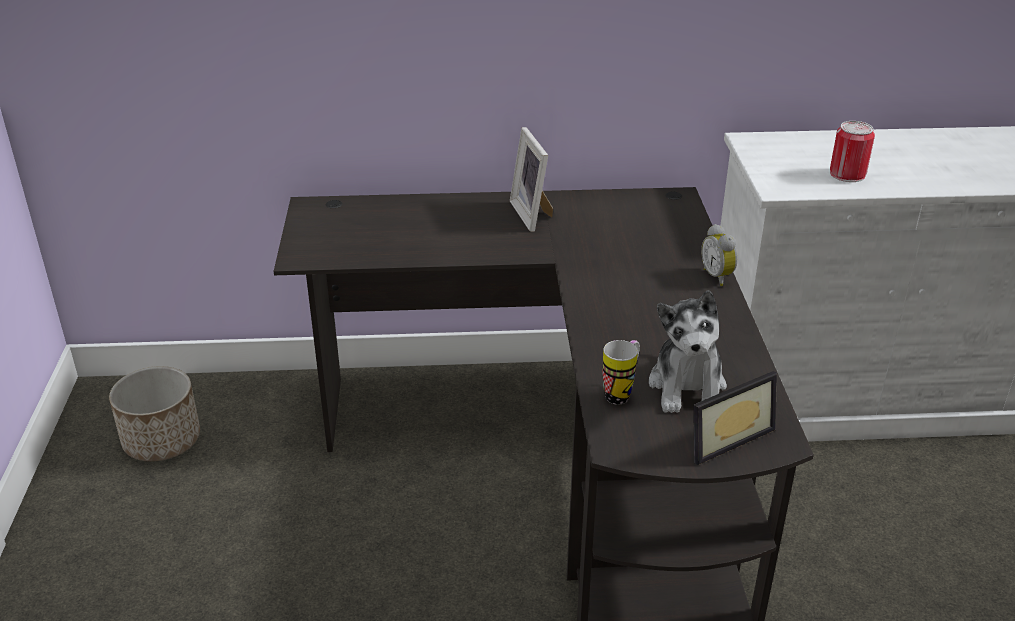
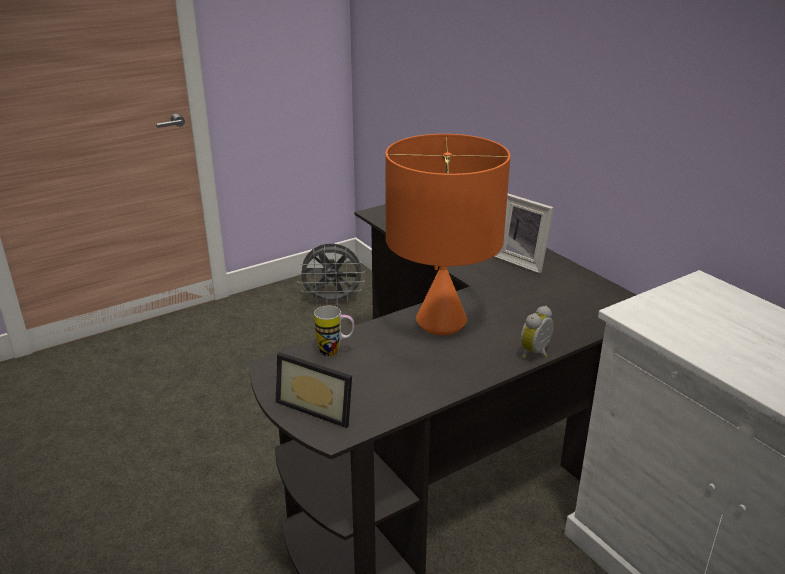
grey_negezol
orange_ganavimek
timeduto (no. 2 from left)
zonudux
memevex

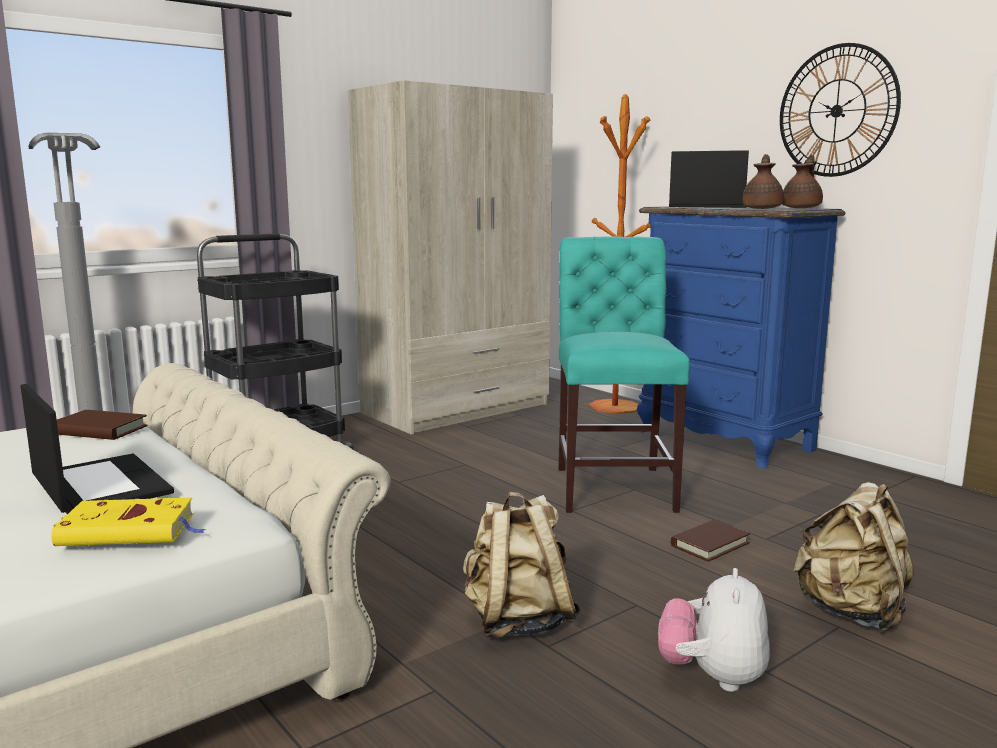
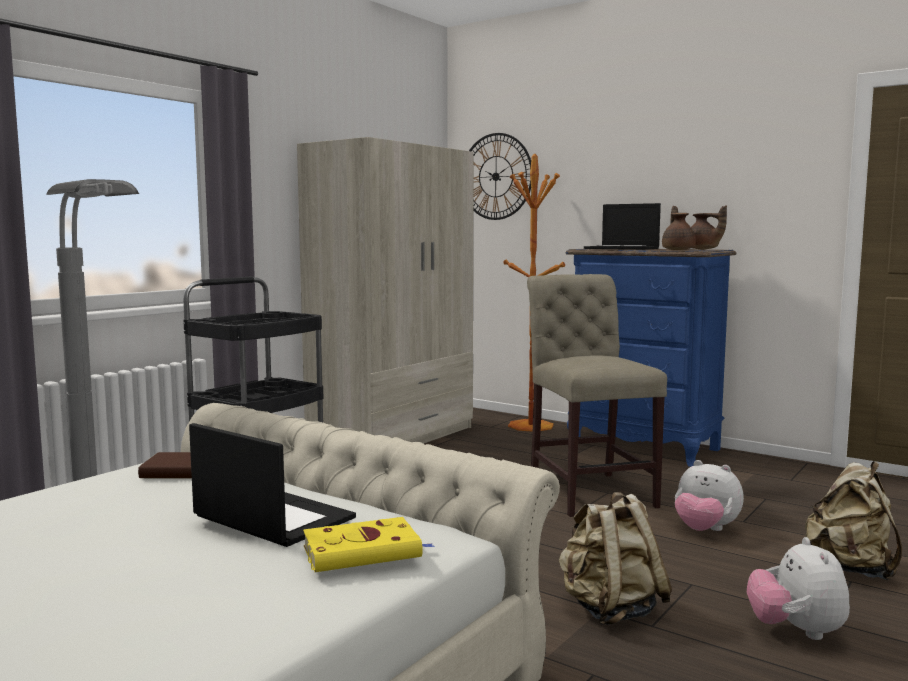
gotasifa
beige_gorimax
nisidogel (no. 2 from left)
zonudux (no. 1 from left)
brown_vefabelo (no. 2 from left)

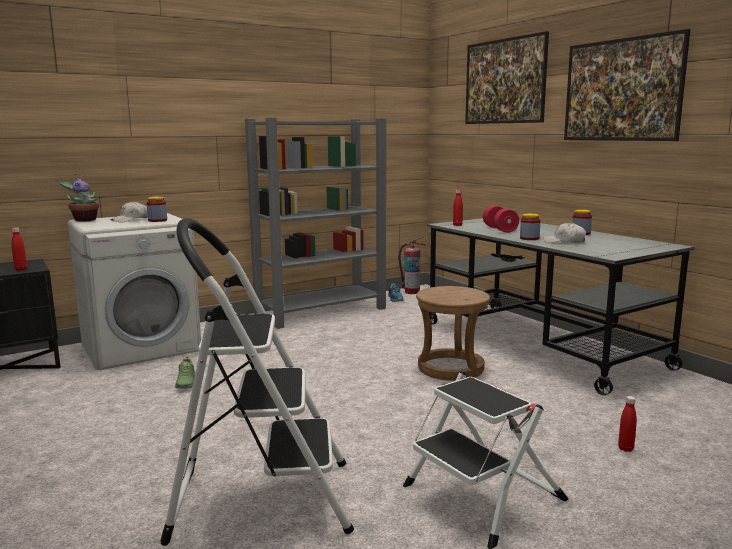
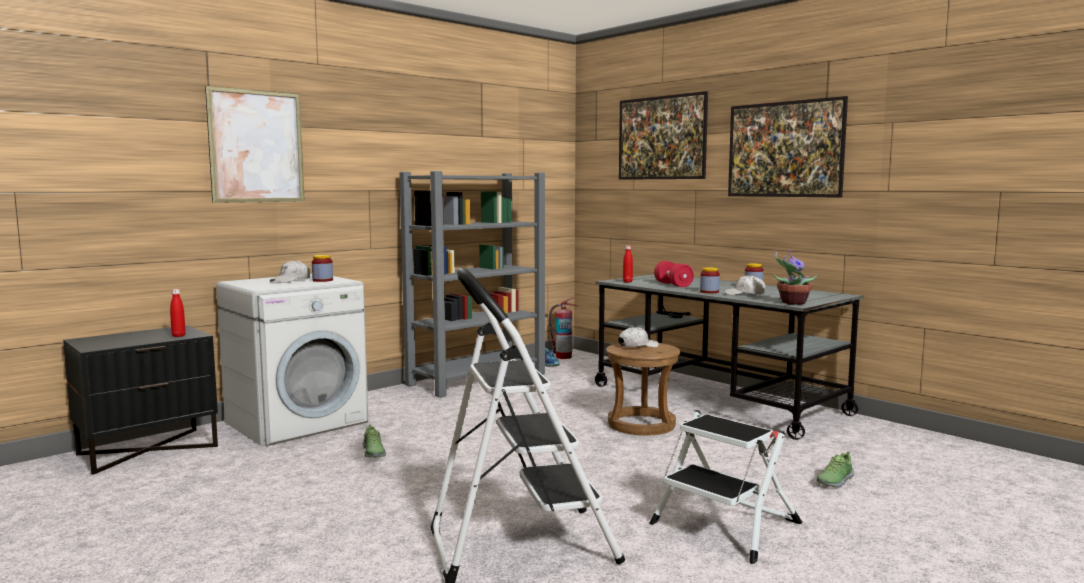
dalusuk (no. 1 from left)
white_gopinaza (no. 2 from left)
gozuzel
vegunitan (no. 3 from left)

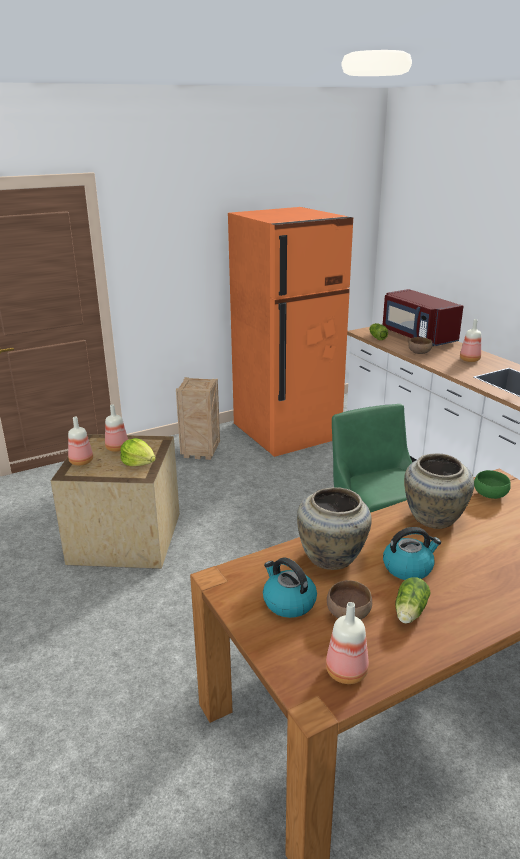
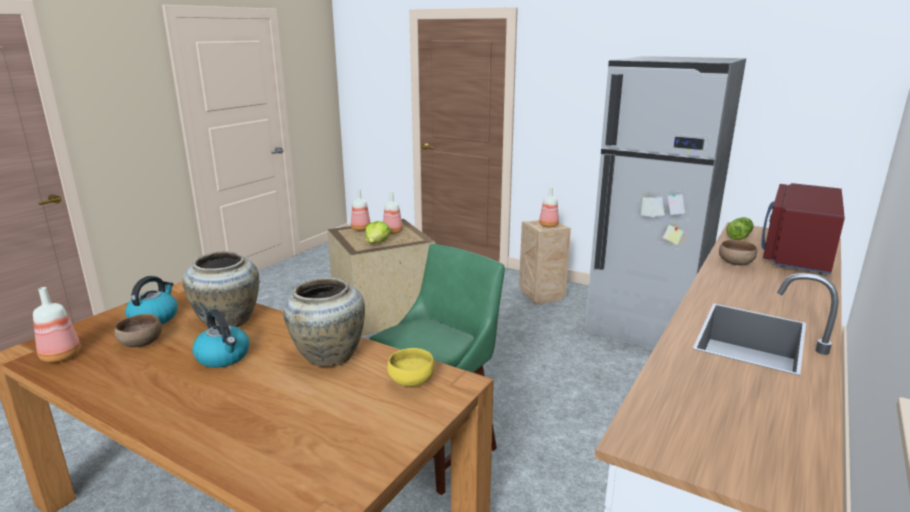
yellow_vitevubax
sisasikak (no. 4 from left)
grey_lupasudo
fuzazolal (no. 3 from left in the first image)

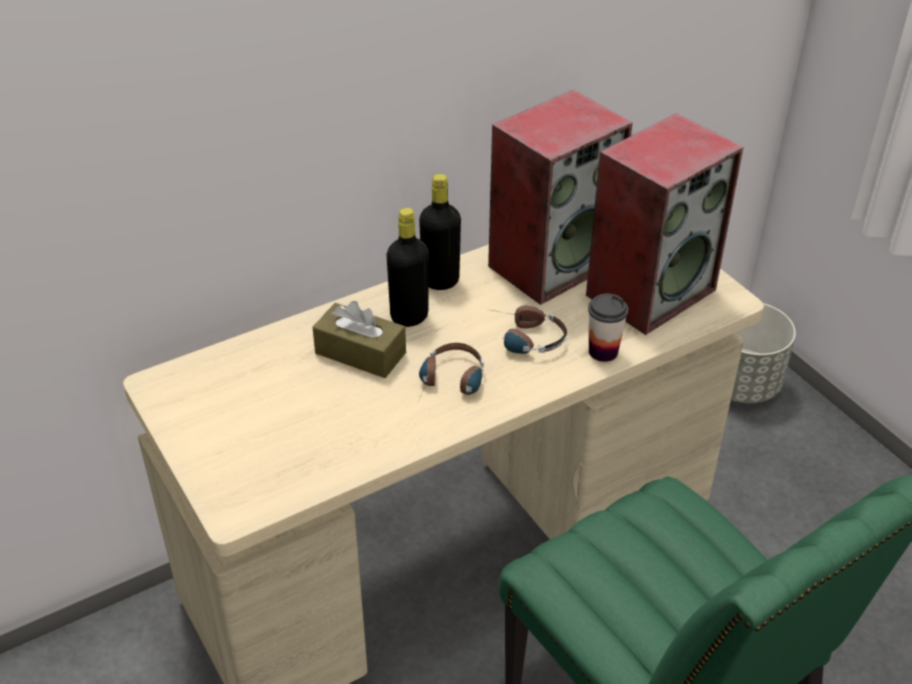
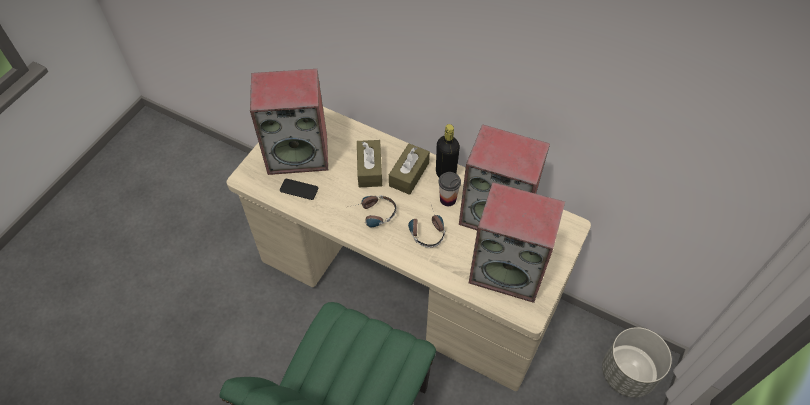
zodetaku (no. 1 from left)
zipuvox
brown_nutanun (no. 2 from left)
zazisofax

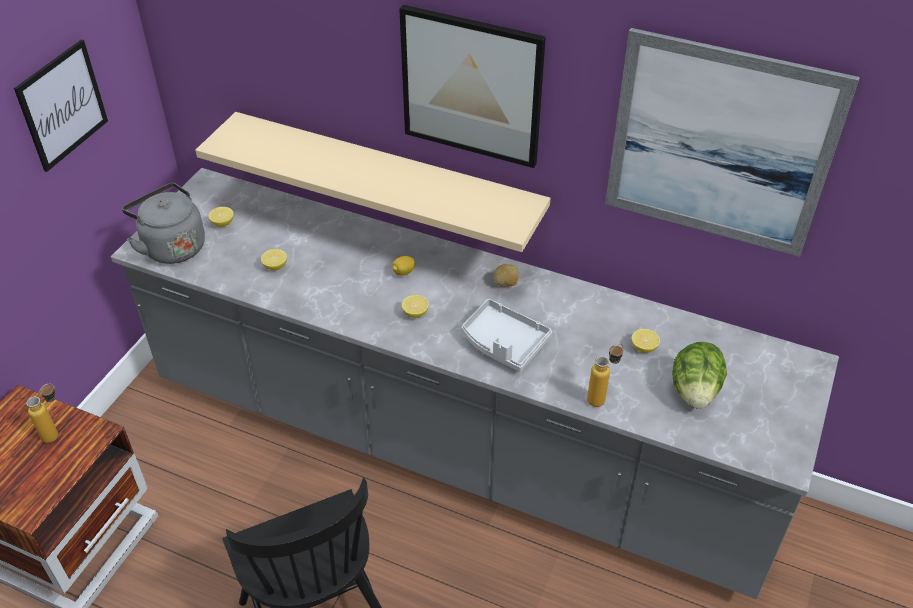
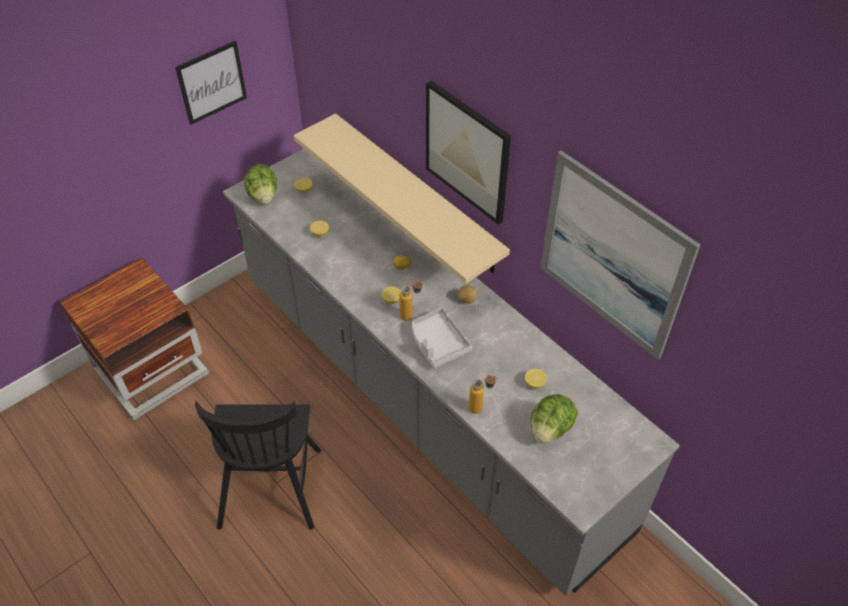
fuzazolal (no. 1 from left)
sisasikak (no. 1 from left)

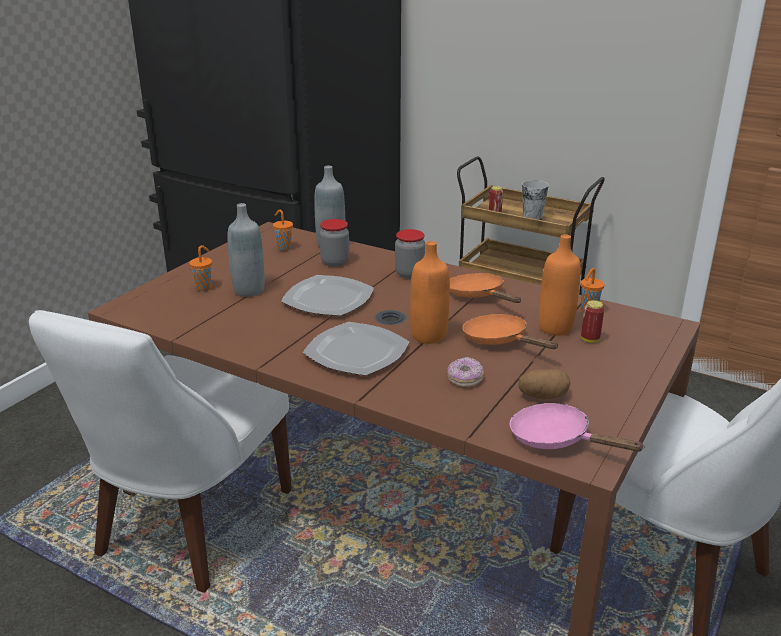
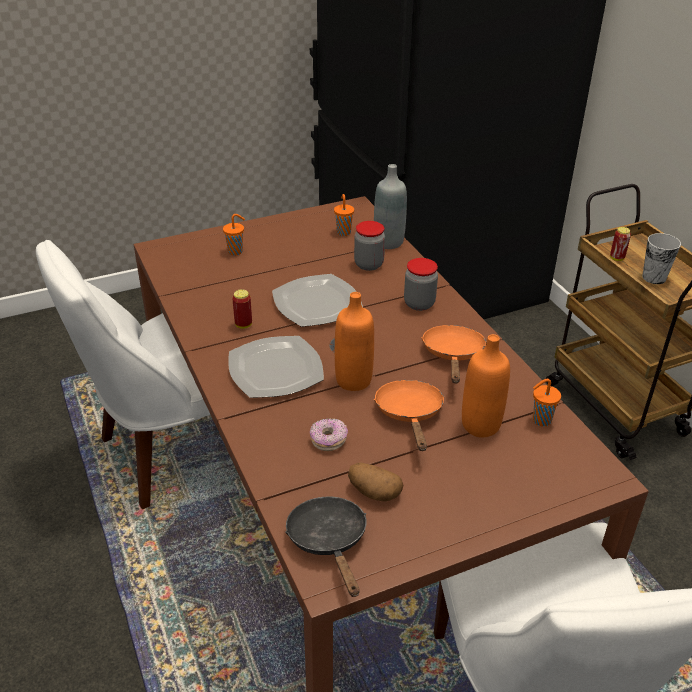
memevex (no. 1 from left)
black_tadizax
grey_sisasikak (no. 1 from left in the first image)

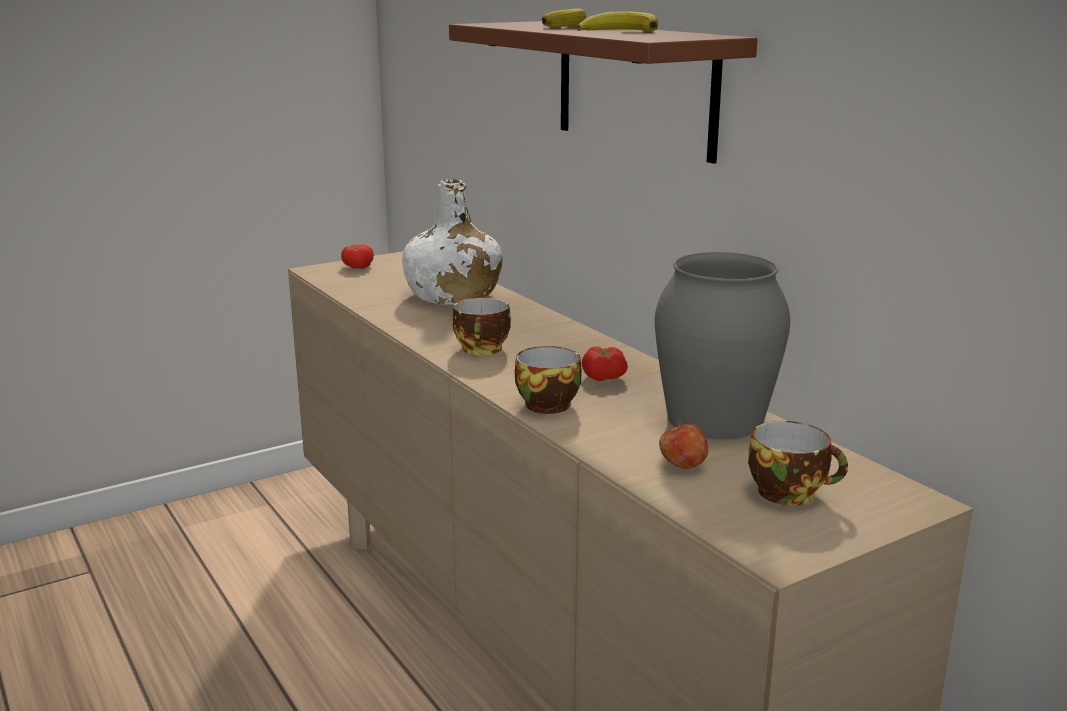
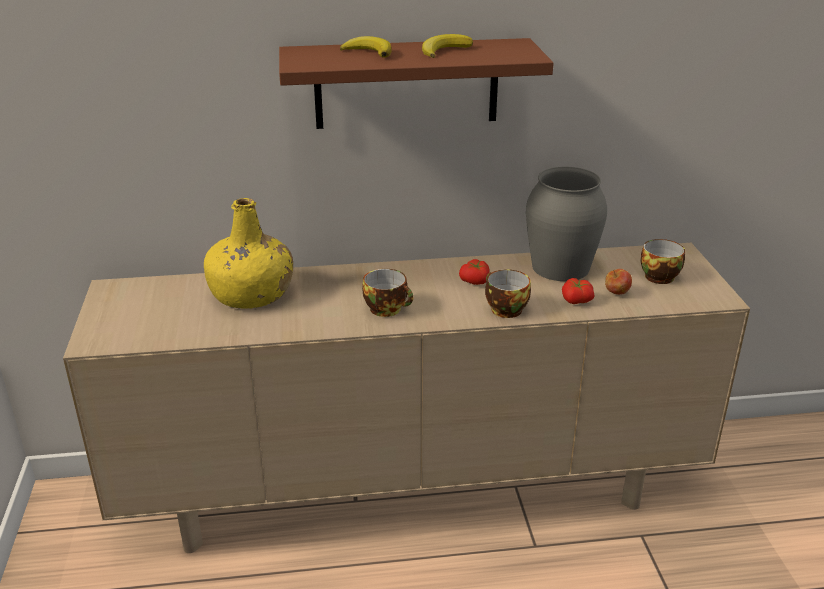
yellow_sisasikak
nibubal (no. 2 from left)

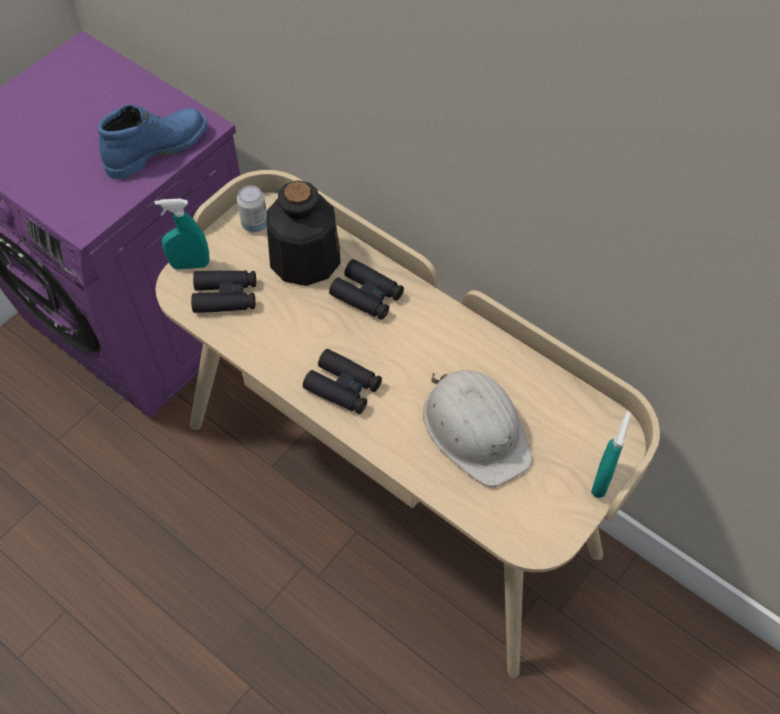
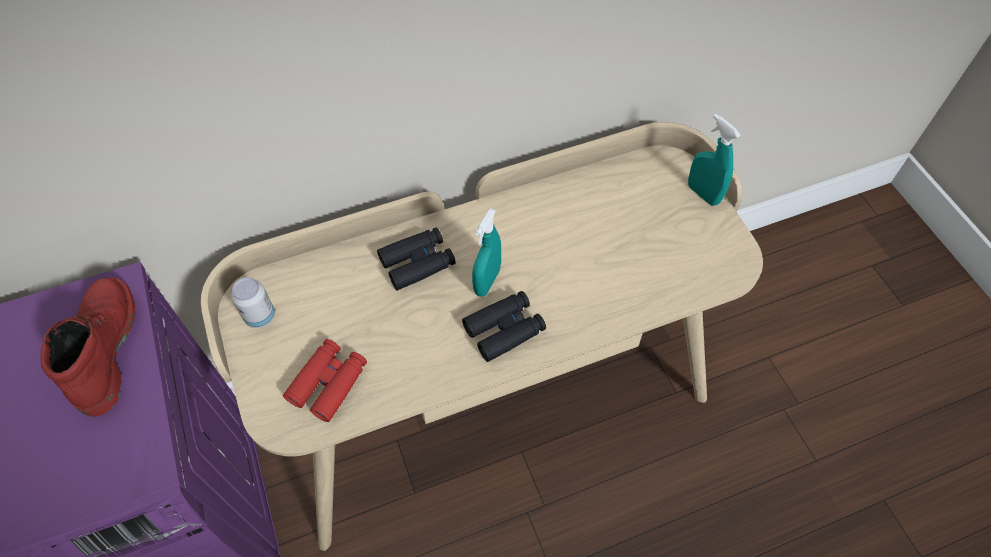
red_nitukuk
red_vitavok
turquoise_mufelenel (no. 1 from left)
sisasikak
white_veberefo

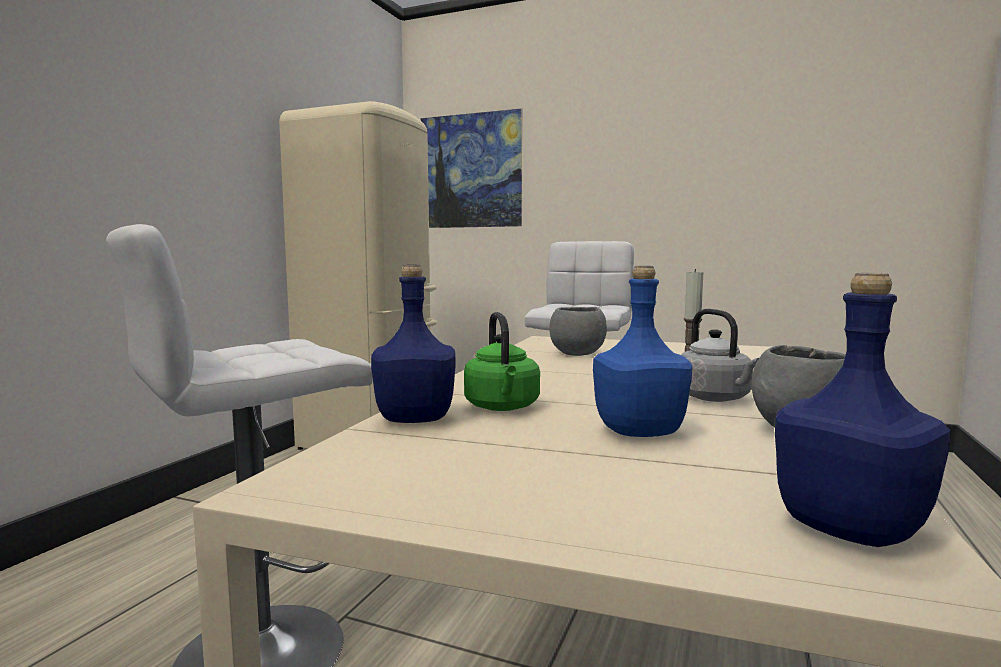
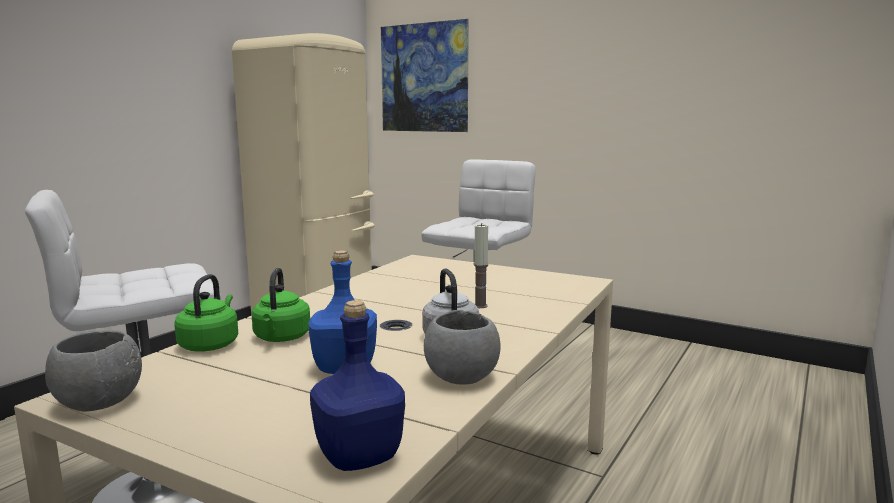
grey_vitevubax (no. 1 from left)
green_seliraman (no. 1 from left)

